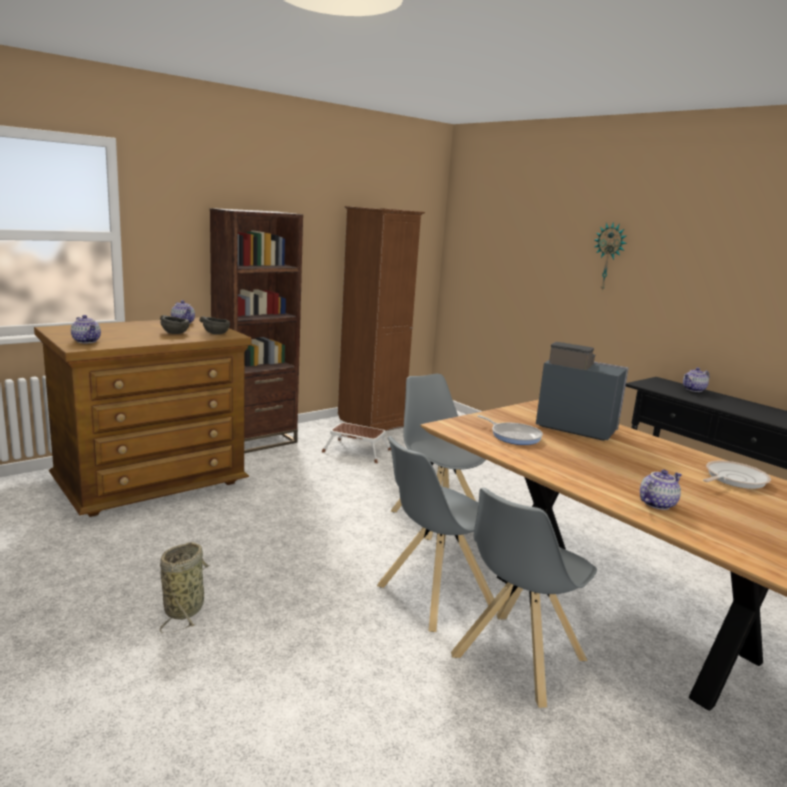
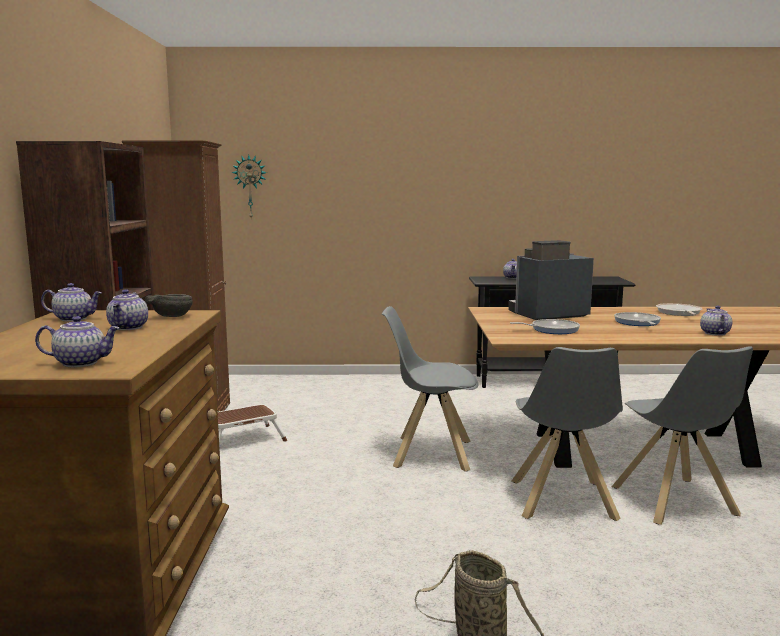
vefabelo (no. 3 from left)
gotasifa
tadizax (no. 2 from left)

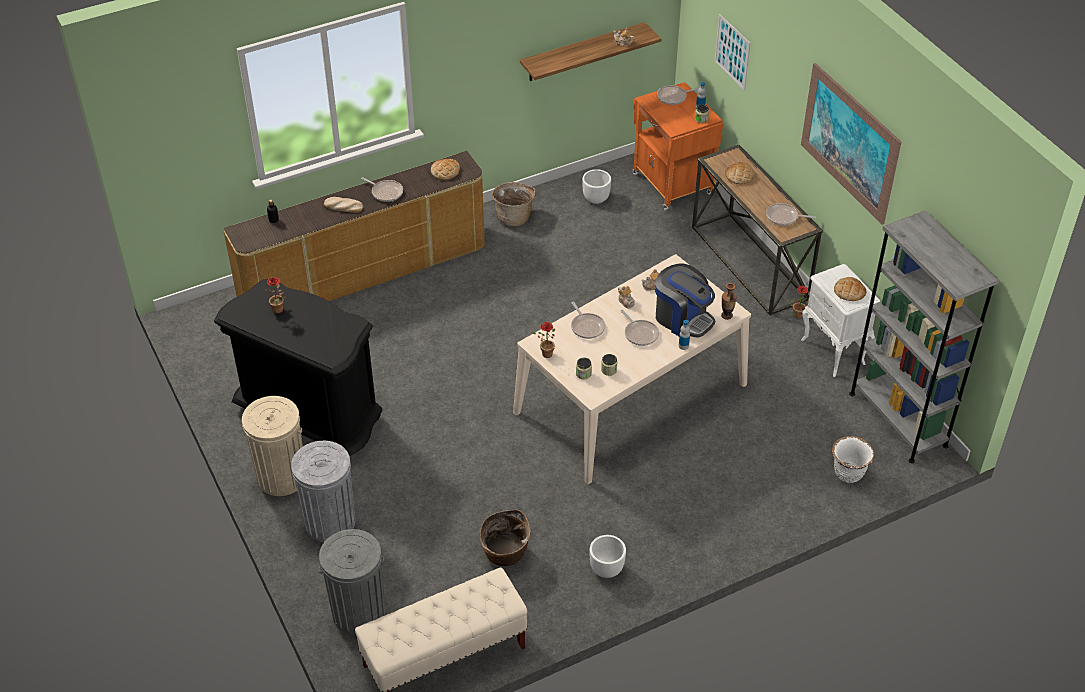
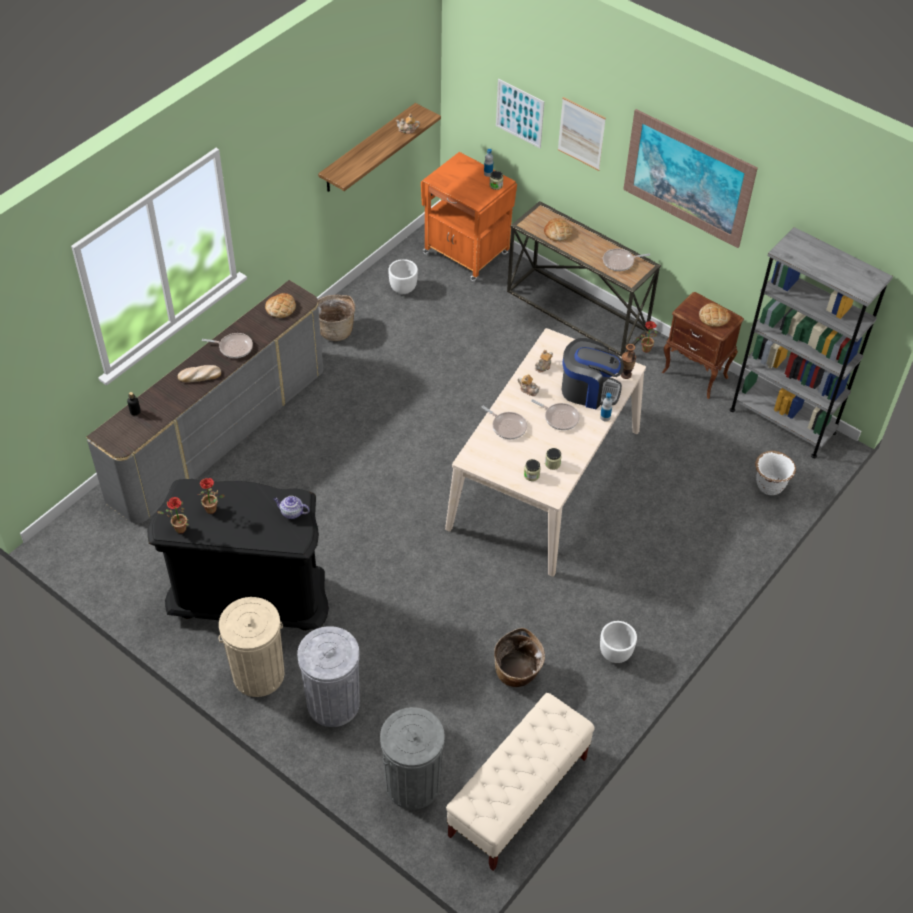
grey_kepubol
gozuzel (no. 1 from left)
vefabelo (no. 1 from left)
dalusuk (no. 2 from left)
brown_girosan
tadizax (no. 4 from left in the first image)

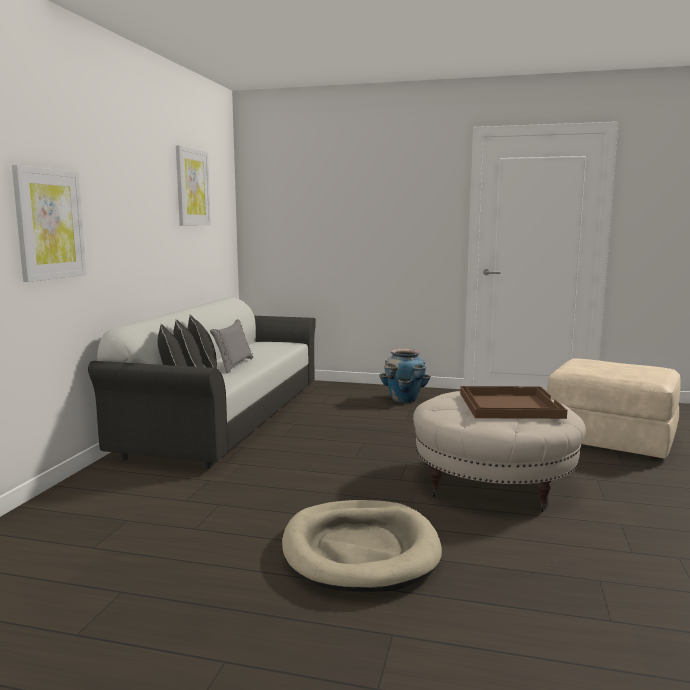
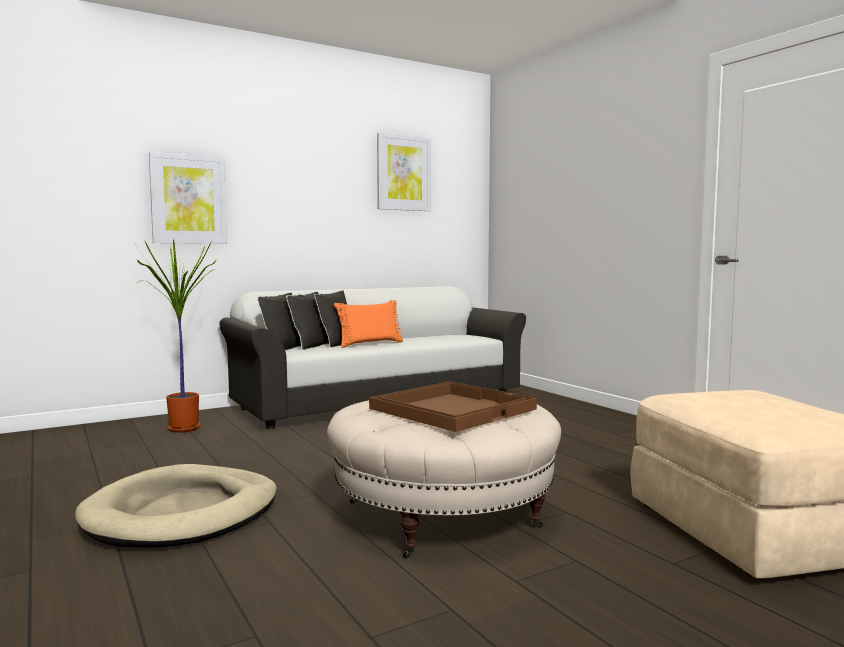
gozuzel
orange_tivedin
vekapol

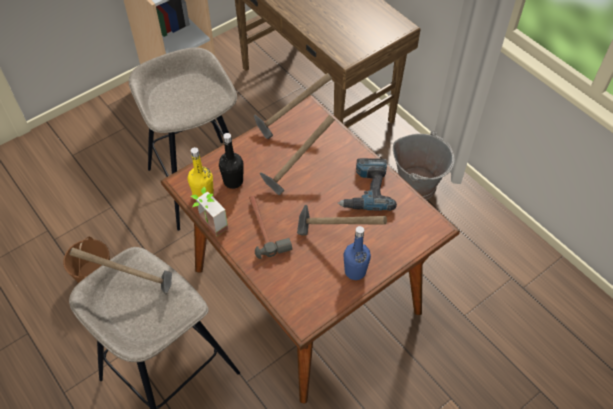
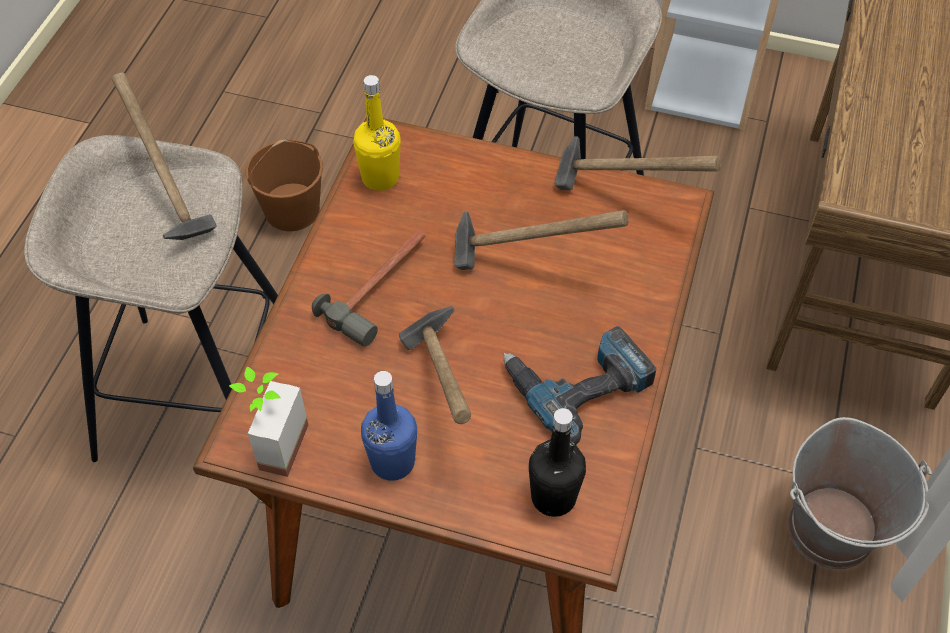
gozuzel
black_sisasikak

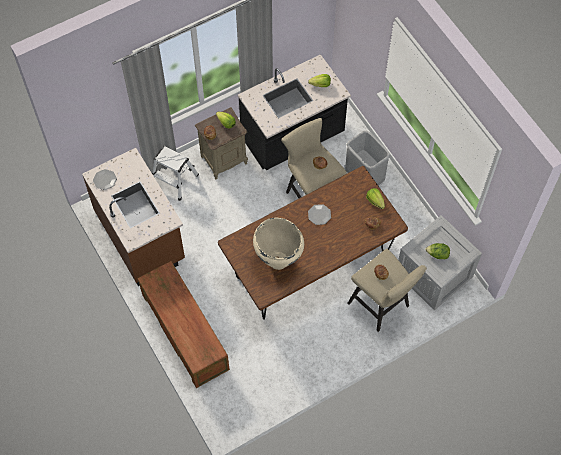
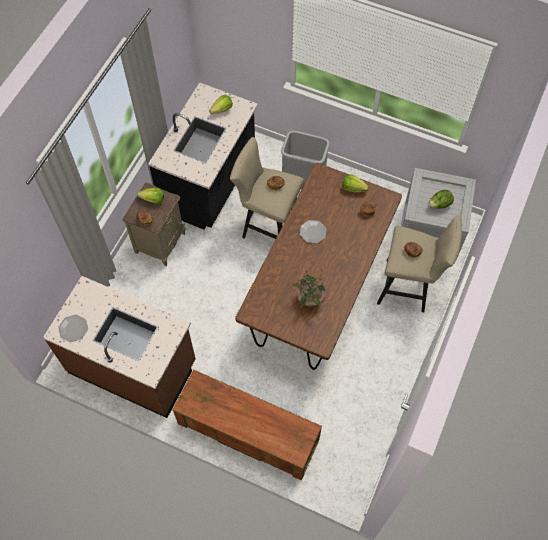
gozuzel
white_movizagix

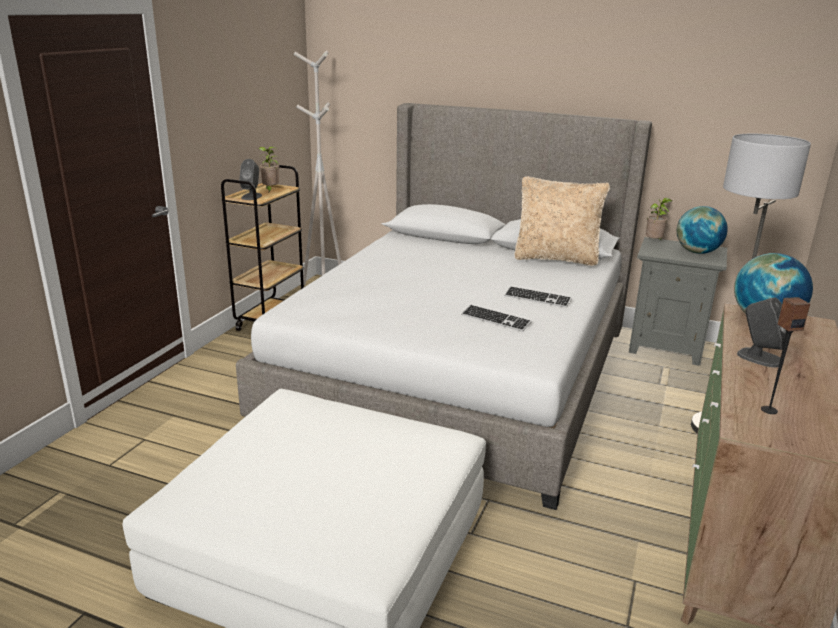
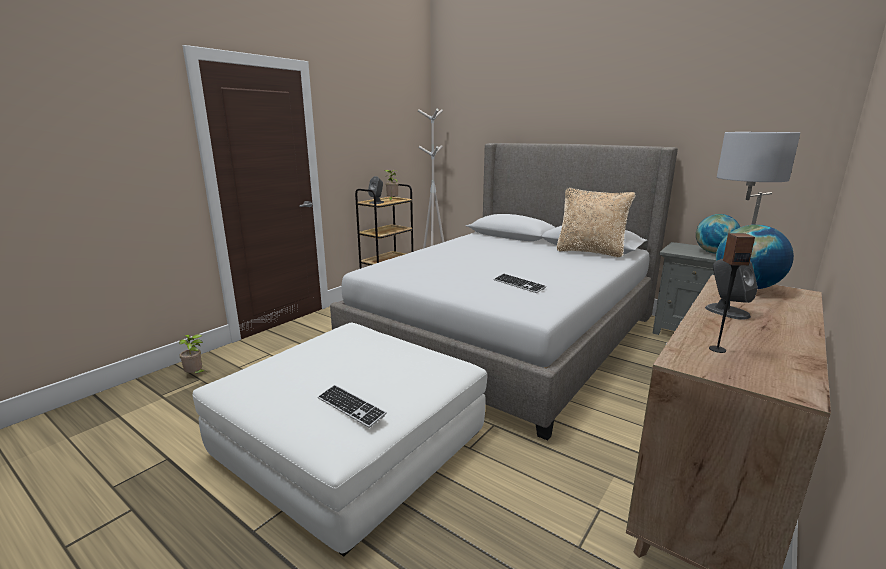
gozuzel (no. 1 from left)
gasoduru (no. 1 from left)

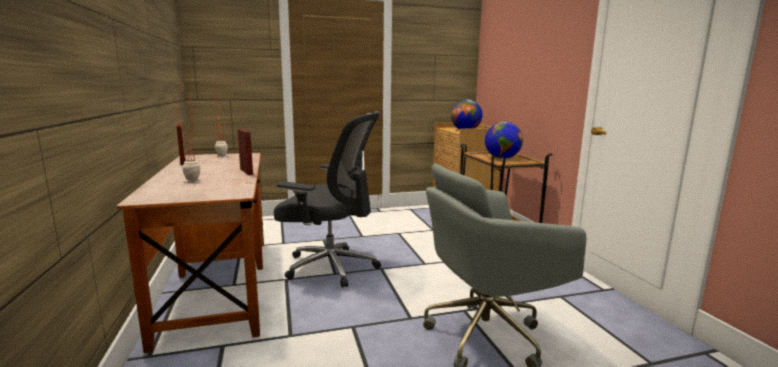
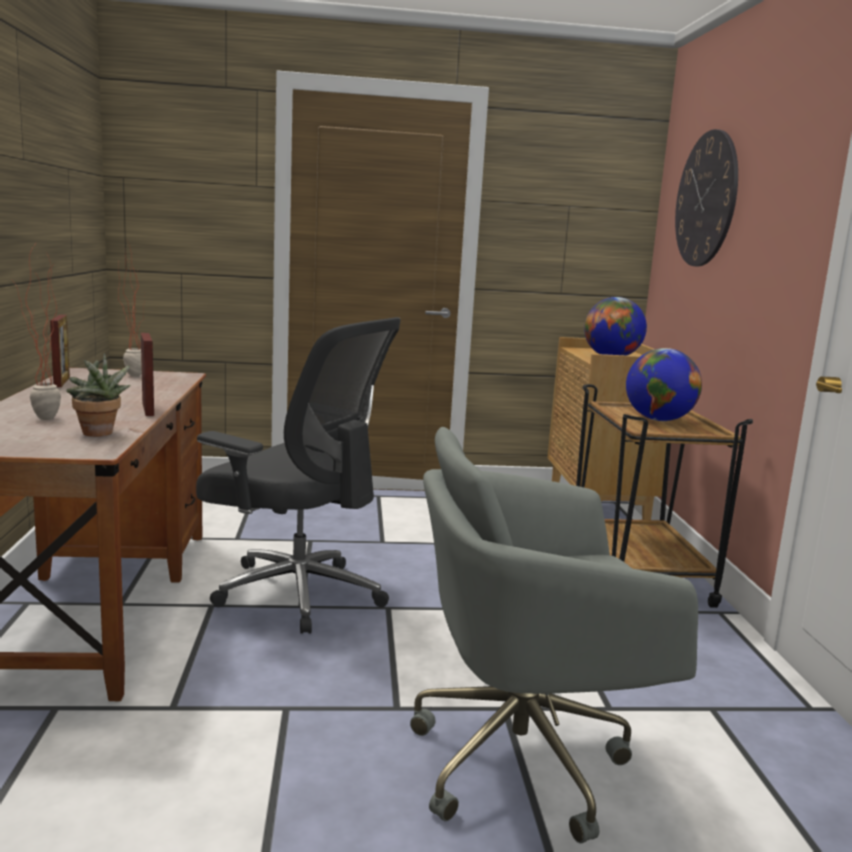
gozuzel (no. 2 from left)
gotasifa

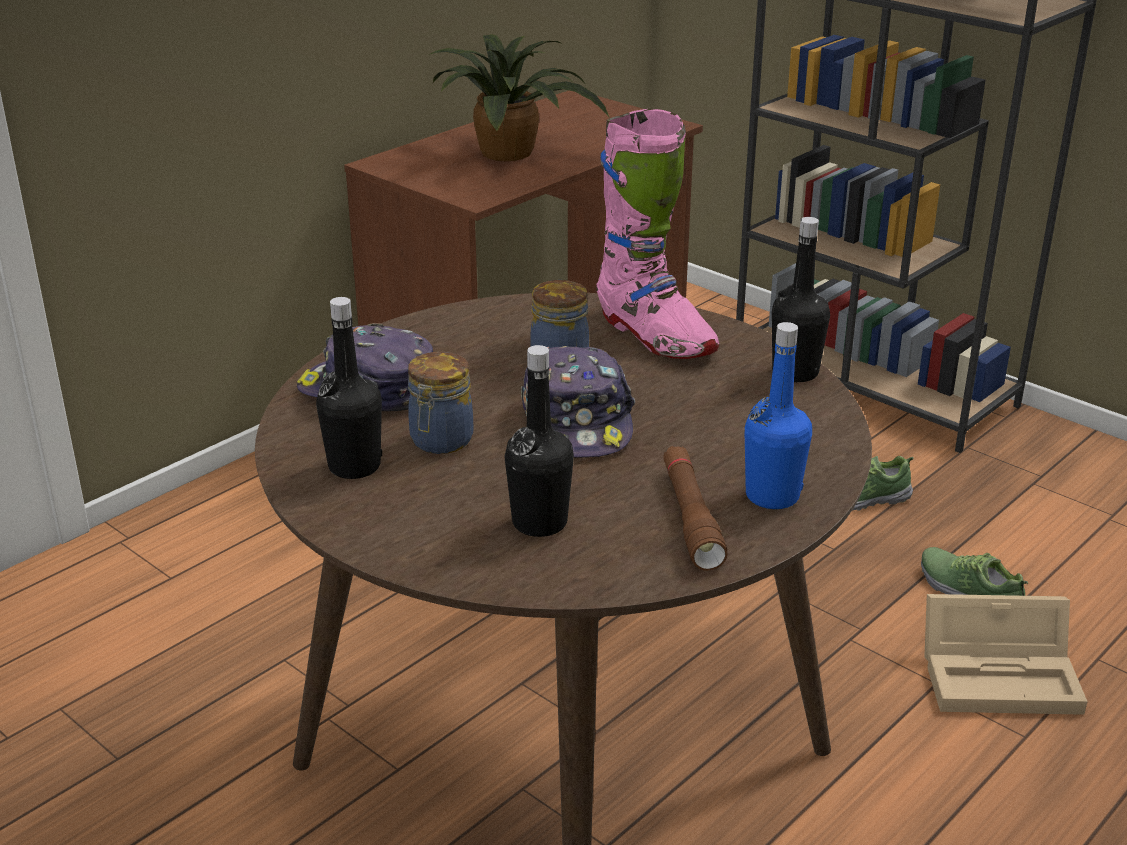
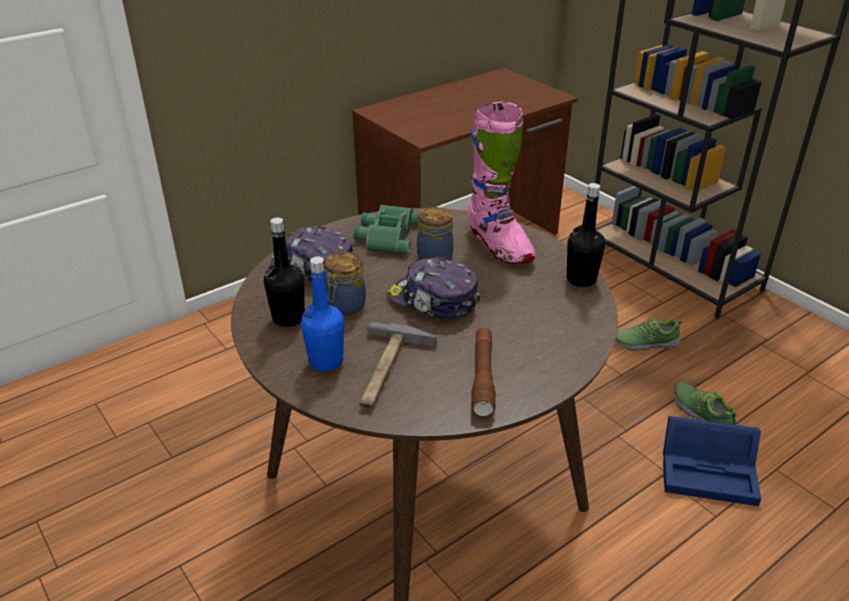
blue_sisasikak
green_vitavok
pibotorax
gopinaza (no. 2 from left)
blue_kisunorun
gozuzel

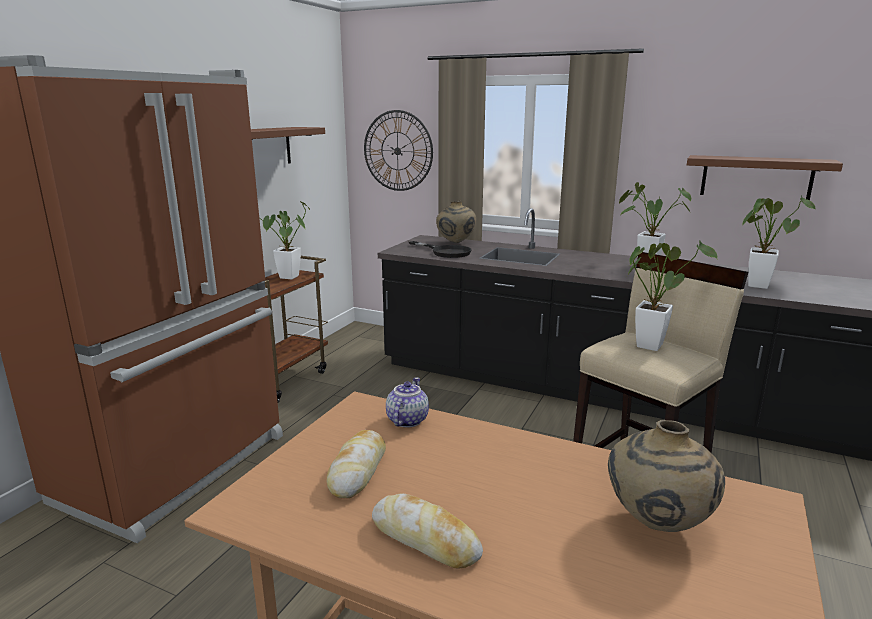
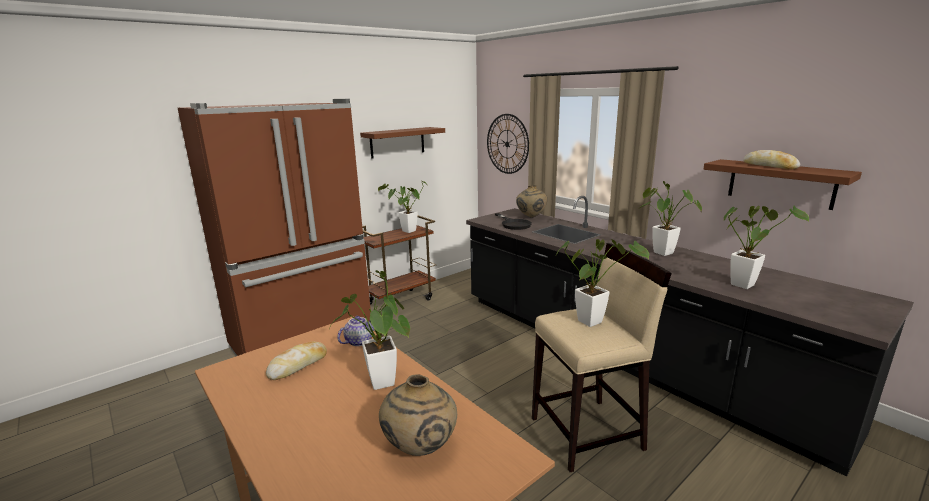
gozuzel (no. 1 from left)
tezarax (no. 2 from left)

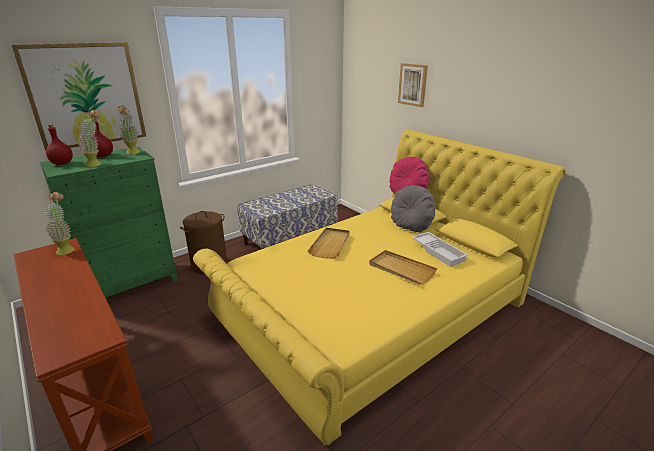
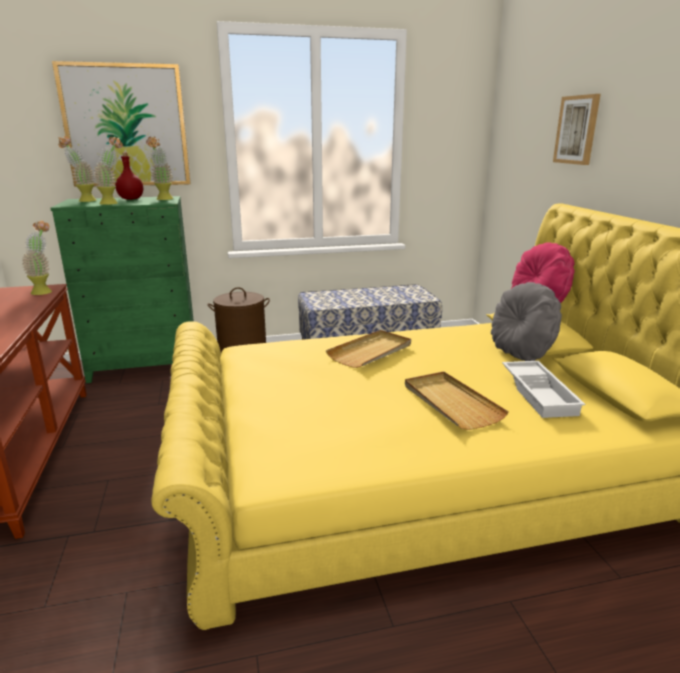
gozuzel (no. 2 from left)

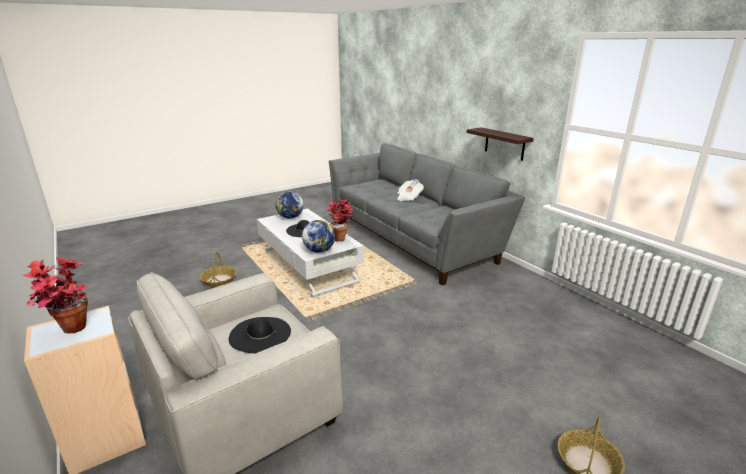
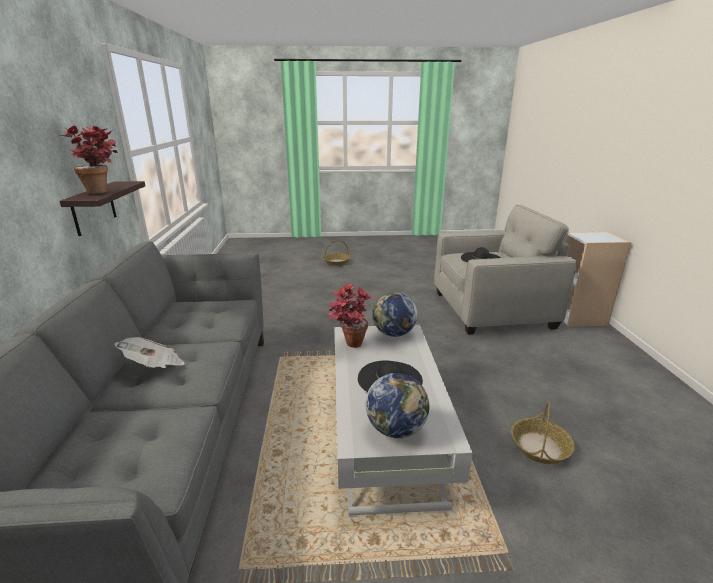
gozuzel (no. 1 from left)

